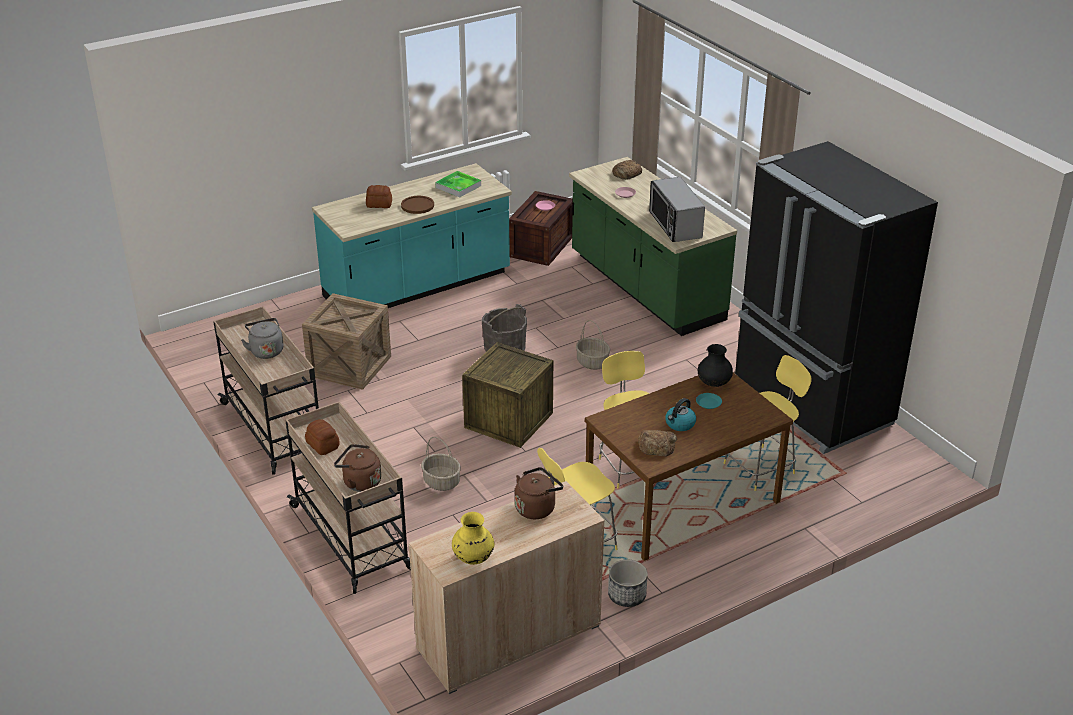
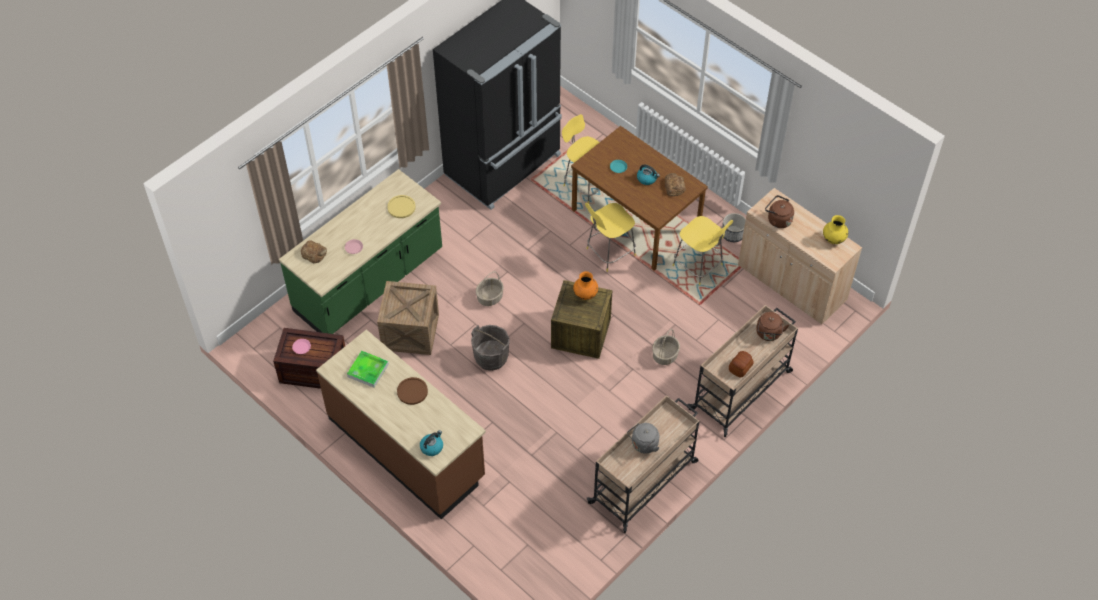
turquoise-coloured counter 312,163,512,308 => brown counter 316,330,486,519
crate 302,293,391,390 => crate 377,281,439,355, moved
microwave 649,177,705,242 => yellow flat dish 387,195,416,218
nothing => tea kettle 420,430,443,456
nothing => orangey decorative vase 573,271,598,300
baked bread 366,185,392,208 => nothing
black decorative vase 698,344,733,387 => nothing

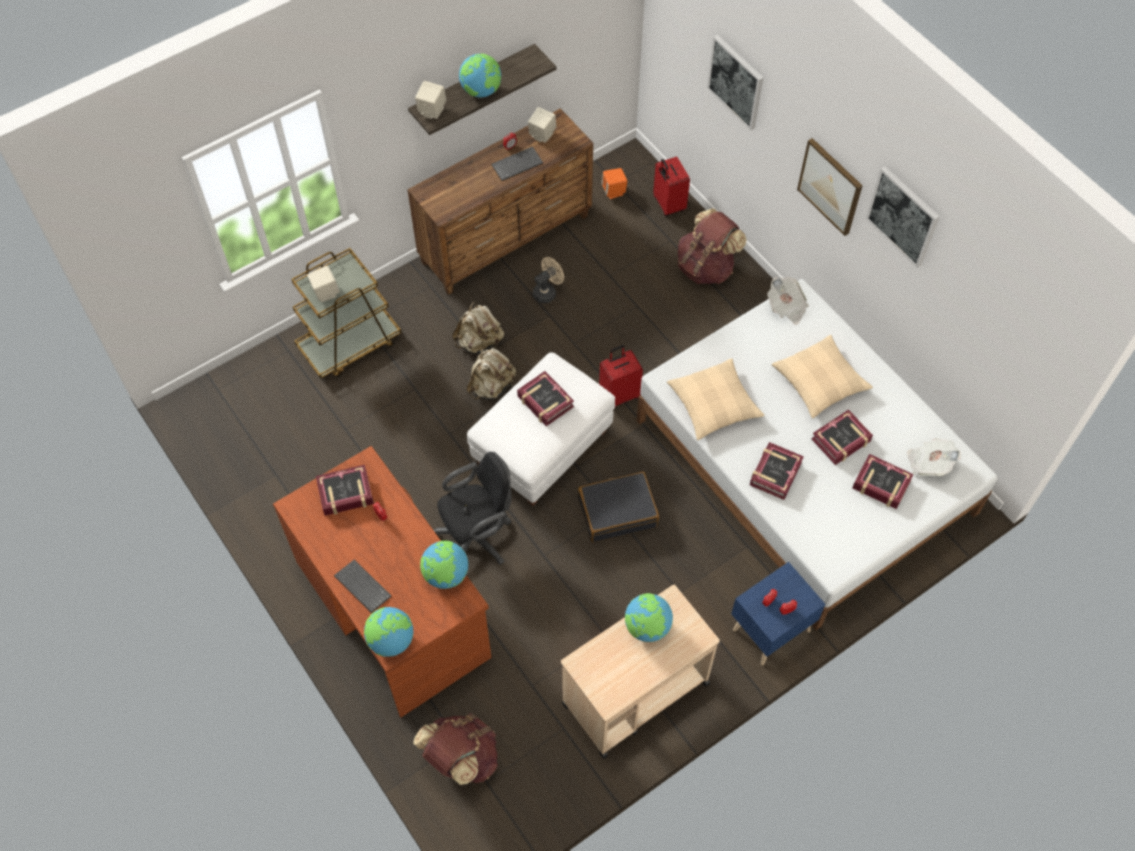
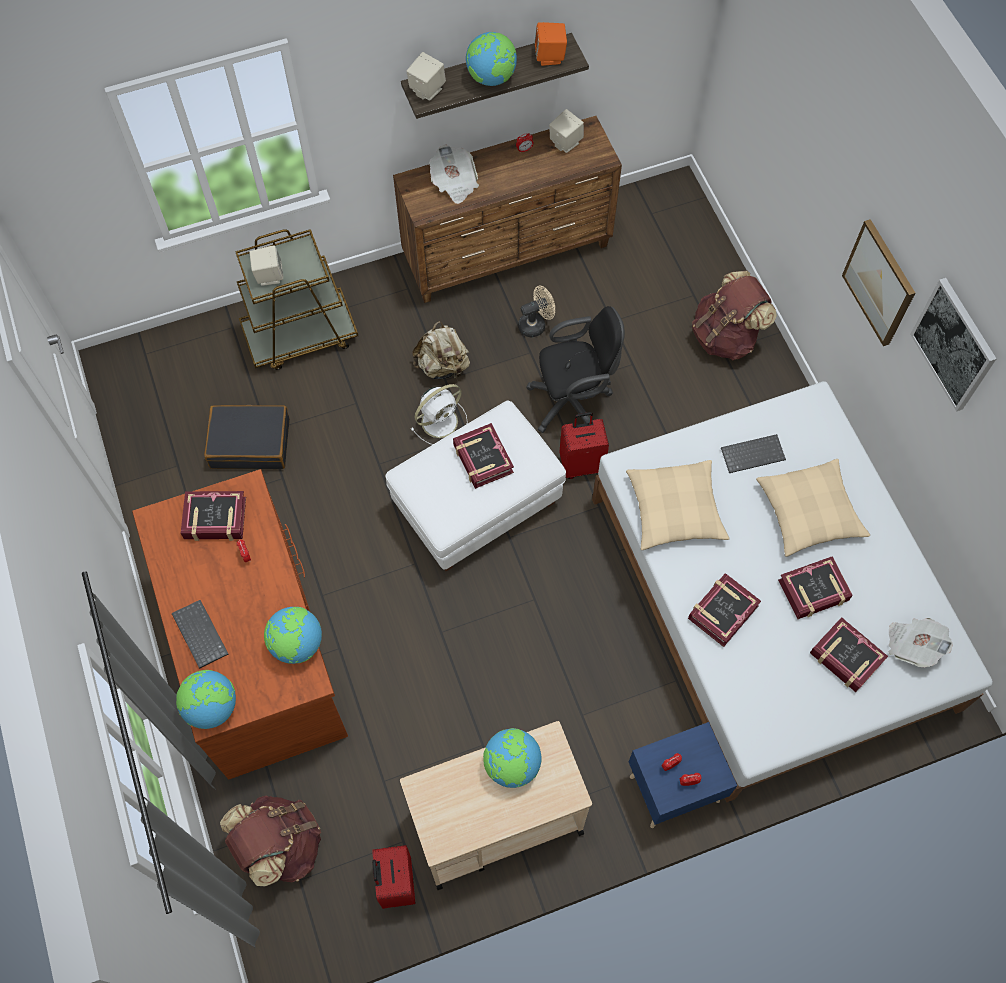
black suitcase 578,472,659,542 => black suitcase 204,405,290,469, moved
red suitcase 653,157,690,216 => red suitcase 372,845,415,909, moved
beige knapsack 467,348,516,400 => white cooling fan 411,384,468,445
daily paper 767,277,809,324 => daily paper 429,145,479,204, moved
black computer chair 433,452,512,565 => black computer chair 526,306,625,433, moved
orangey loudspeaker 601,168,627,199 => orangey loudspeaker 534,22,567,66, moved
PC keyboard 491,146,543,181 => PC keyboard 721,434,786,473, moved
picture 707,35,763,131 => nothing

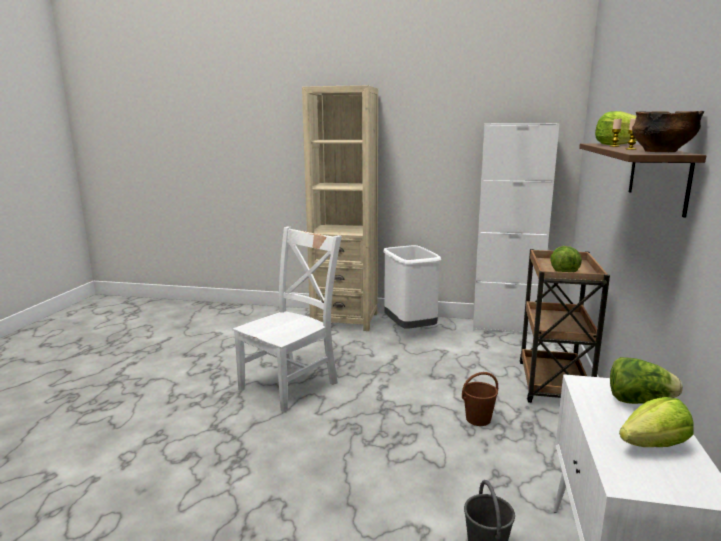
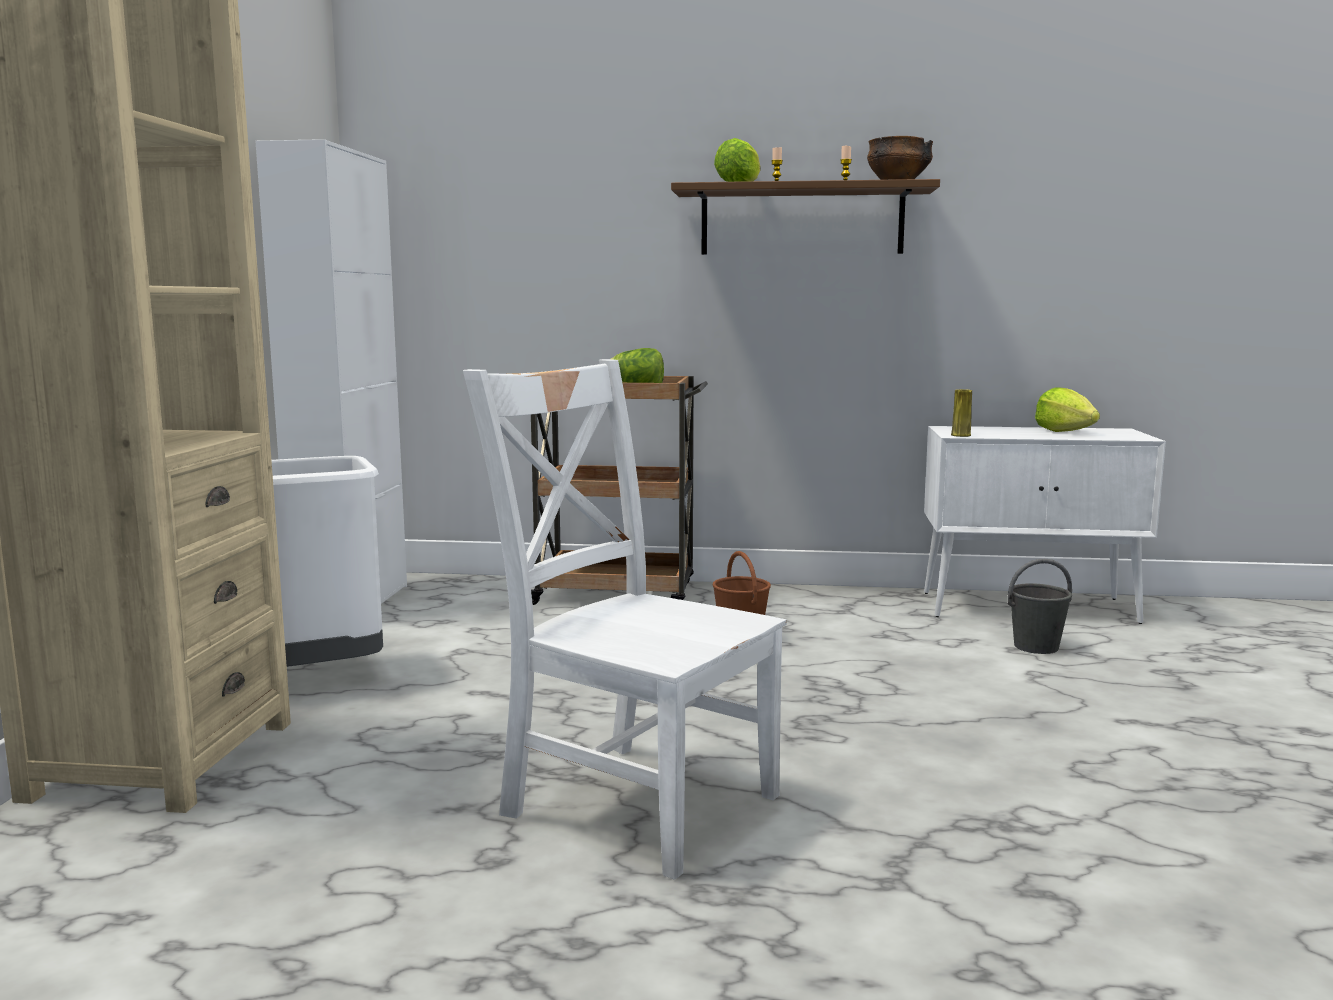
nothing => yellow decorative vase 951,389,972,437
lettuce 610,357,683,404 => nothing

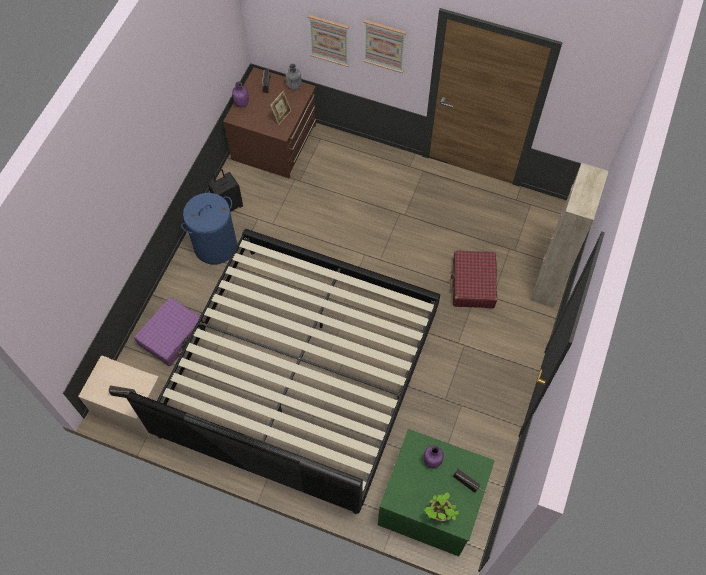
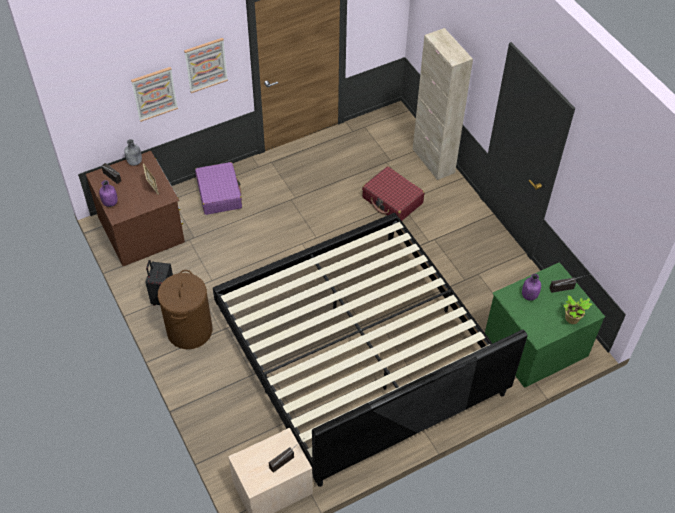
bluish hamper 181,193,237,265 => brown hamper 158,270,212,349
purple suitcase 134,297,200,366 => purple suitcase 195,162,242,215, moved

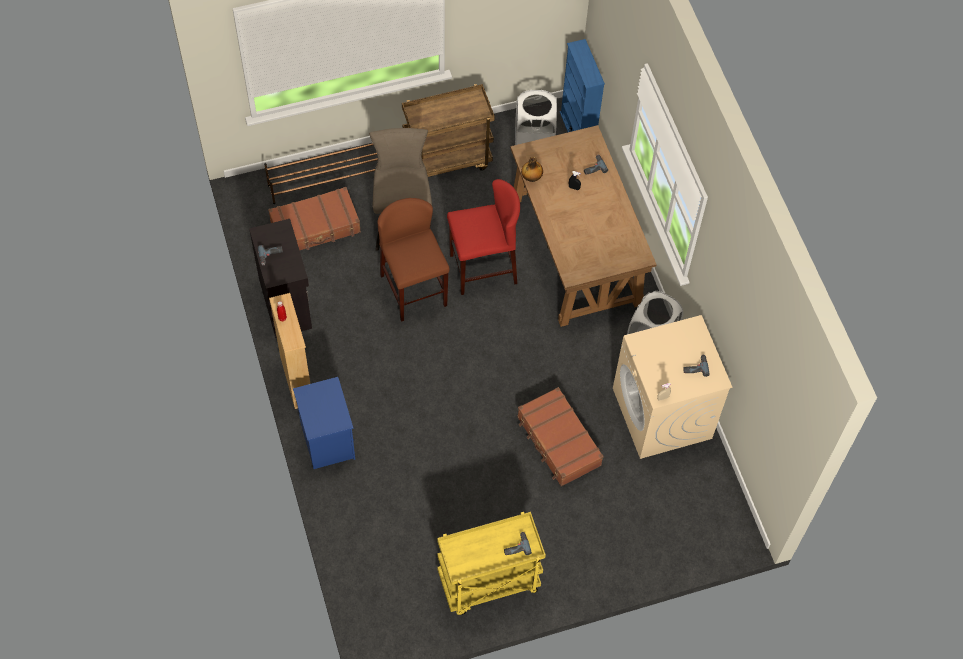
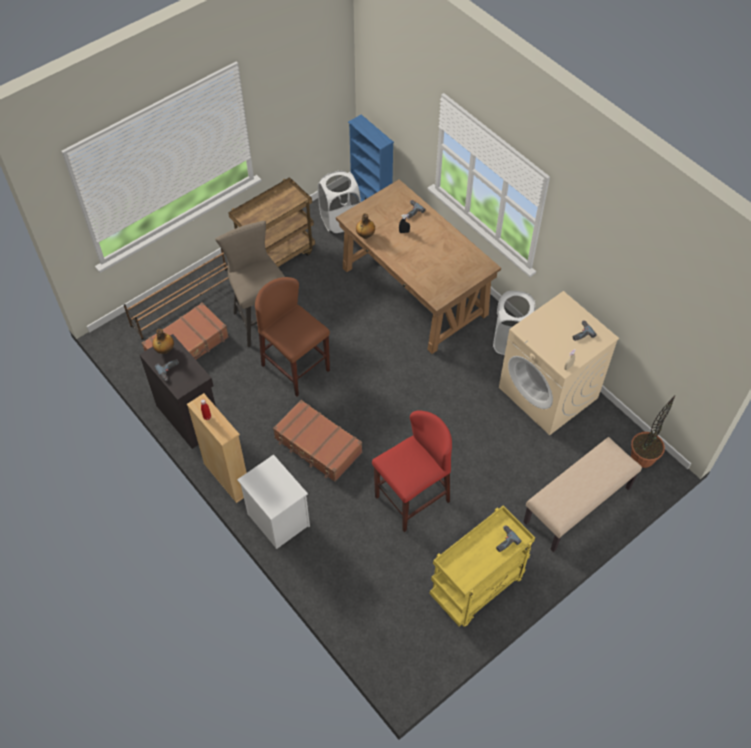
nothing => drink bottle 152,329,174,354
bluish night table 293,377,355,469 => white night table 237,455,310,549
brown suitcase 517,387,604,486 => brown suitcase 273,400,362,482, moved
red stool 447,179,520,295 => red stool 372,410,452,532, moved
nothing => beige long seat 523,437,642,552
nothing => plant in a pot 631,395,675,468

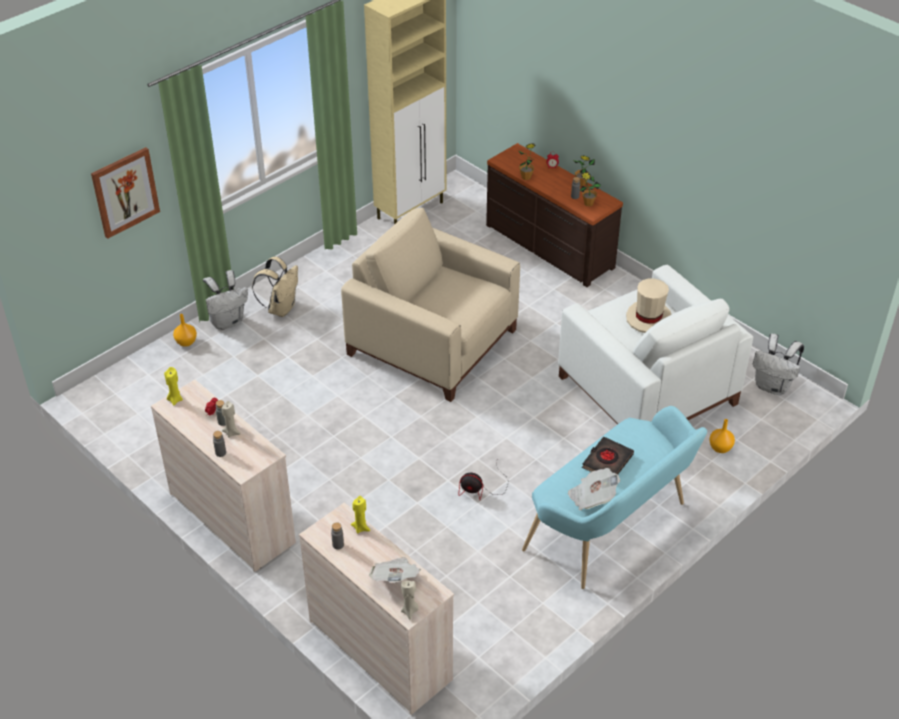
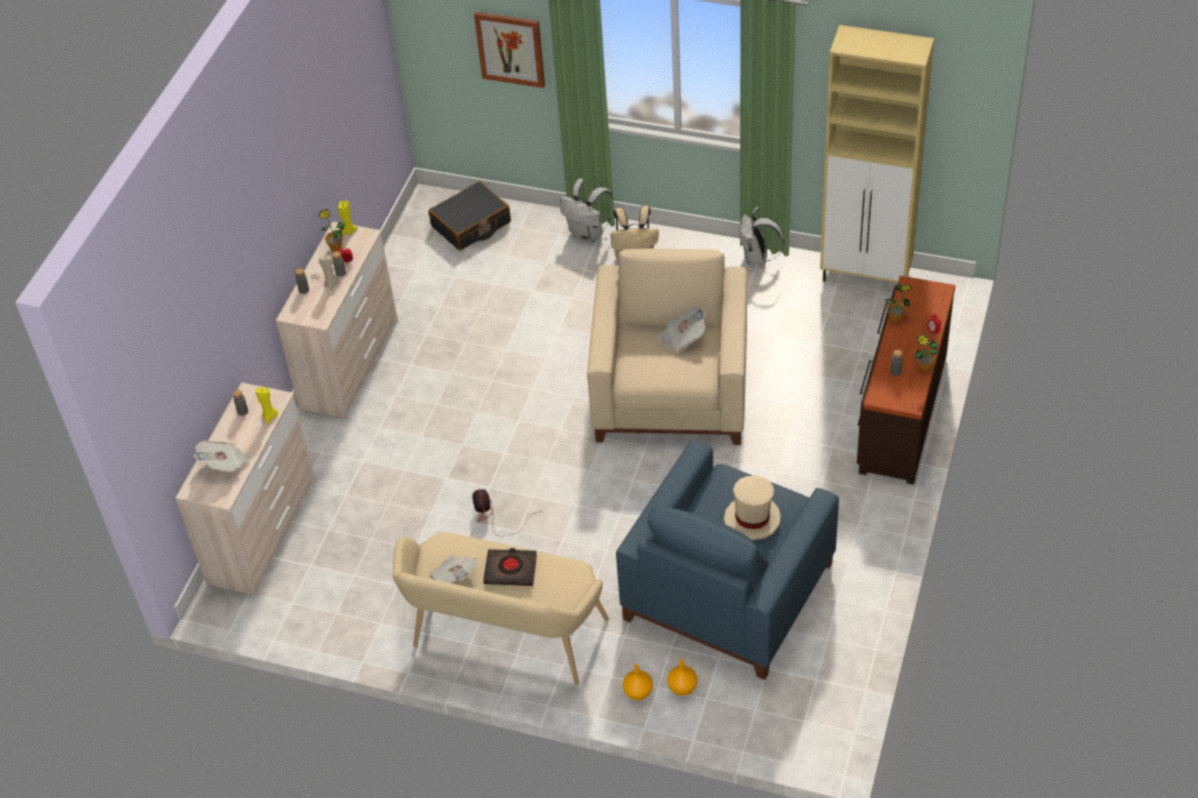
plant in a pot 580,172,601,206 => plant in a pot 319,209,345,252, moved
turquoise-coloured long seat 522,406,707,589 => beige long seat 393,532,609,685
nothing => black suitcase 428,181,511,251
white lounge chair 558,265,753,424 => bluish lounge chair 616,440,839,680
orangey decorative vase 173,314,197,347 => orangey decorative vase 623,664,653,700, moved
nothing => daily paper 658,307,706,352
white knapsack 753,334,804,395 => white knapsack 739,207,785,264, moved
beige wax light 401,581,418,619 => nothing

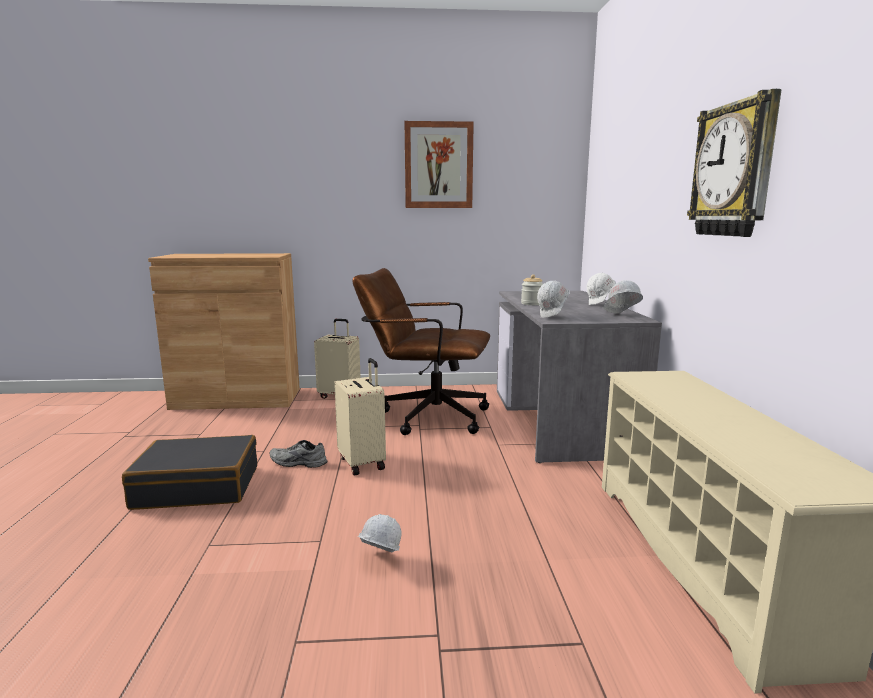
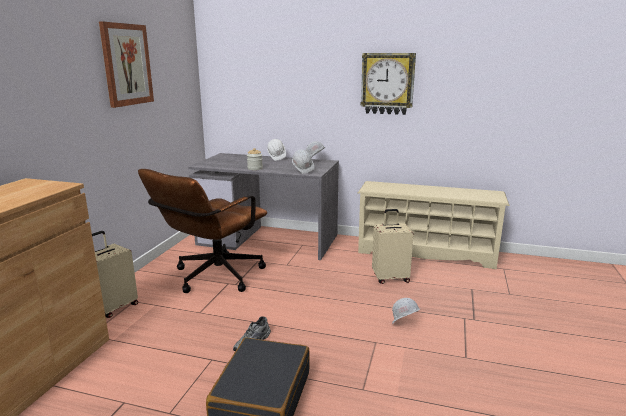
beige suitcase 334,358,386,475 => beige suitcase 372,209,414,284, moved

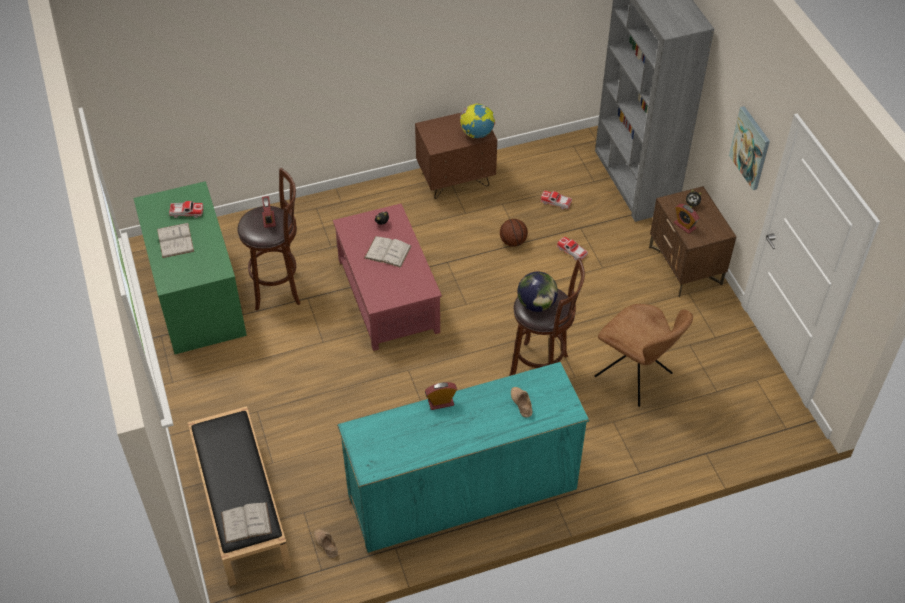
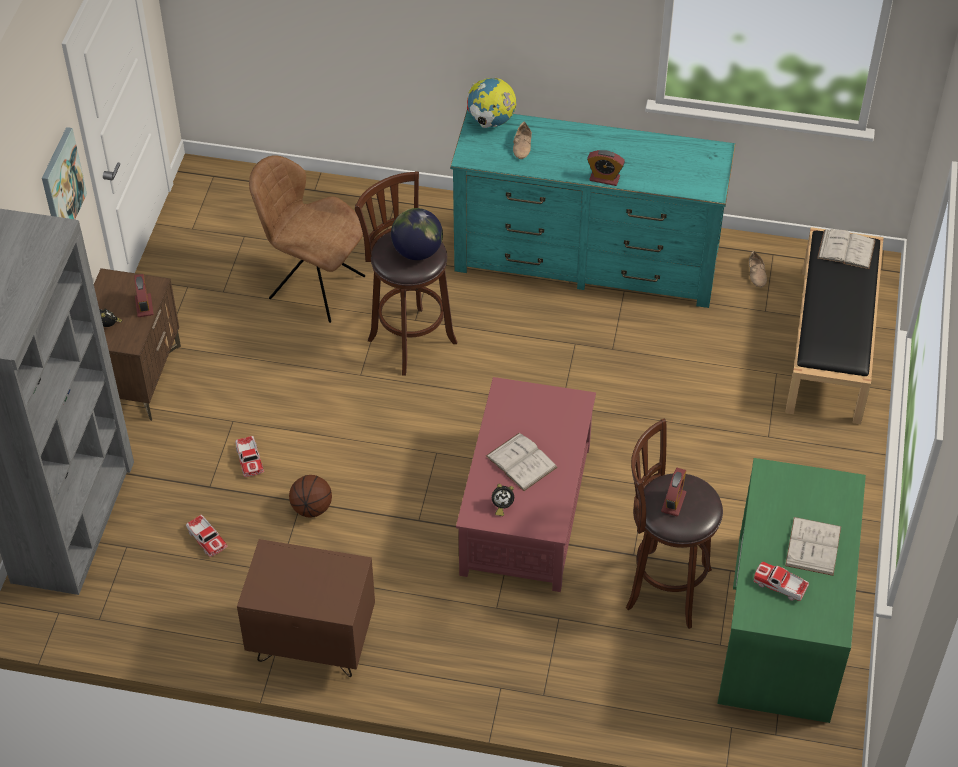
brown upright chair 595,304,693,407 => brown upright chair 249,155,365,323, 45 degrees counterclockwise
desk globe 460,103,495,138 => desk globe 467,78,516,128, moved

